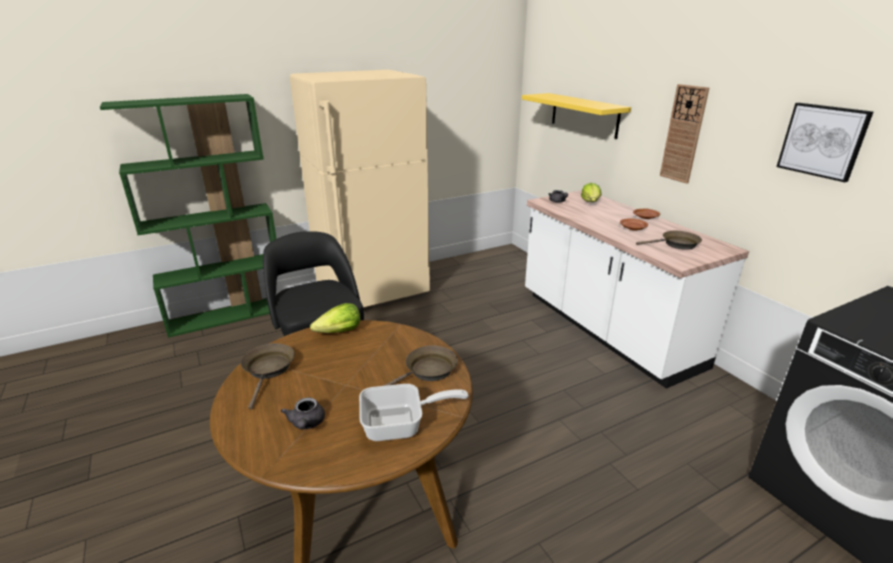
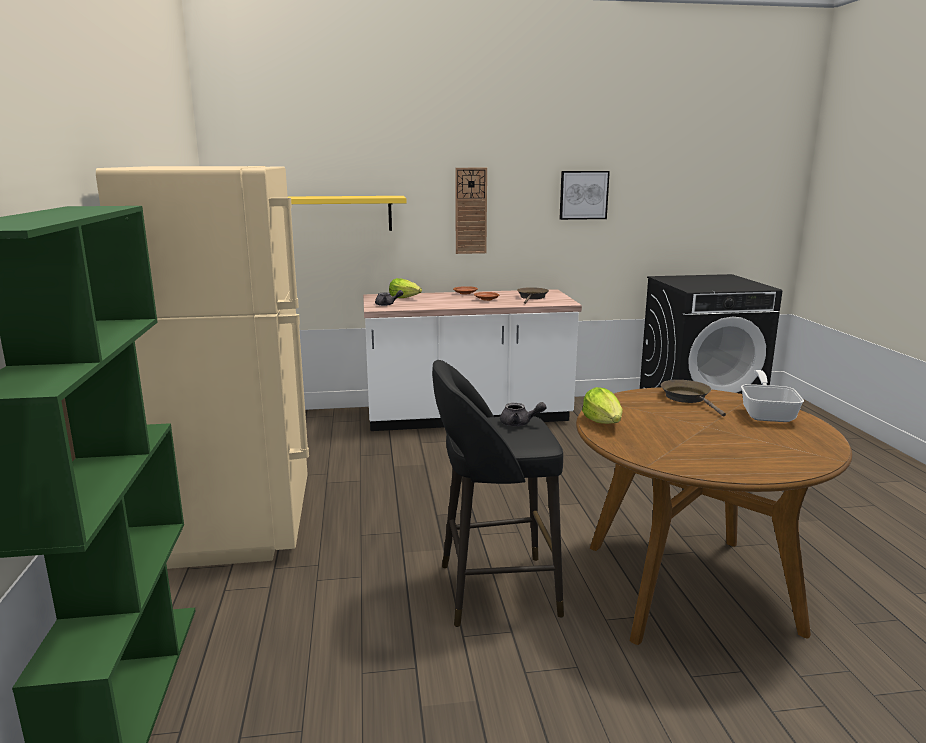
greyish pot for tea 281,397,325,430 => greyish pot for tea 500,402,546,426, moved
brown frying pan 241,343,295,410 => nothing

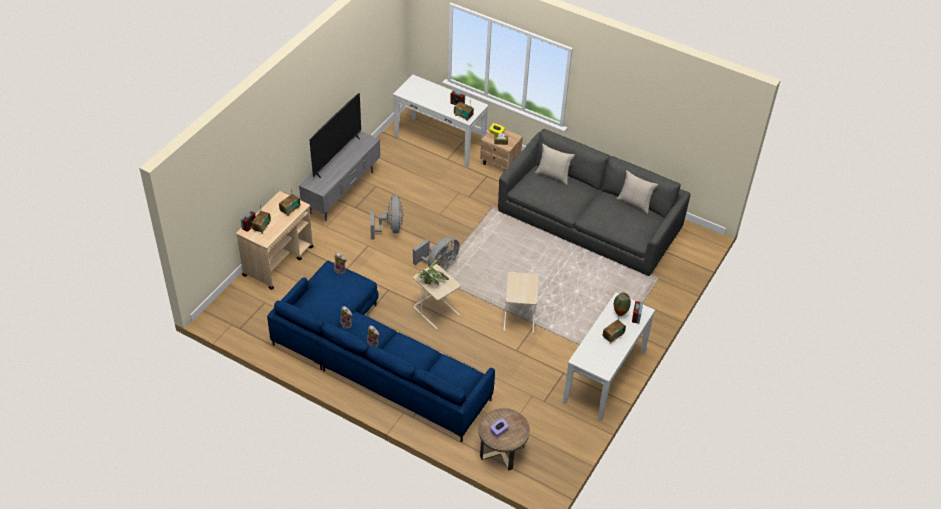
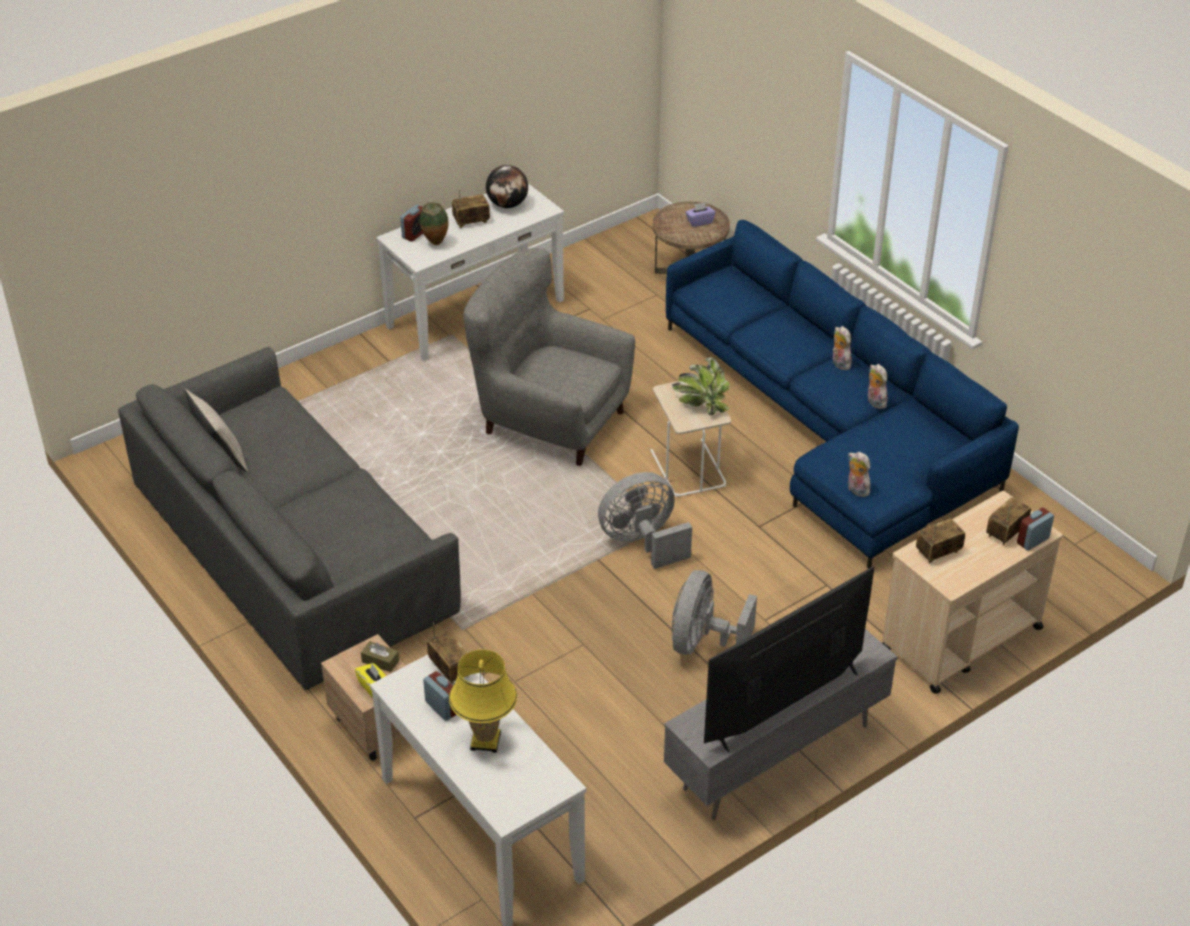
nothing => yellow table lamp 449,649,517,753
beige accent table 504,272,539,334 => greyish lounge chair 463,248,635,466
nothing => desk globe 486,165,528,208
beige cushion 535,144,575,185 => nothing

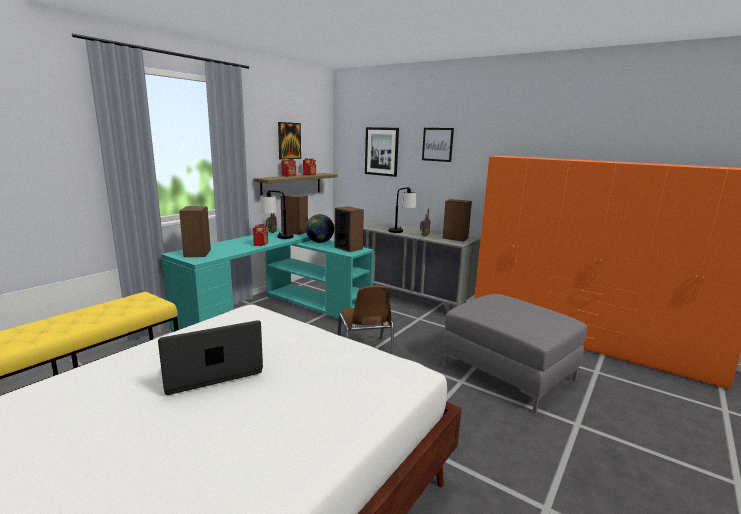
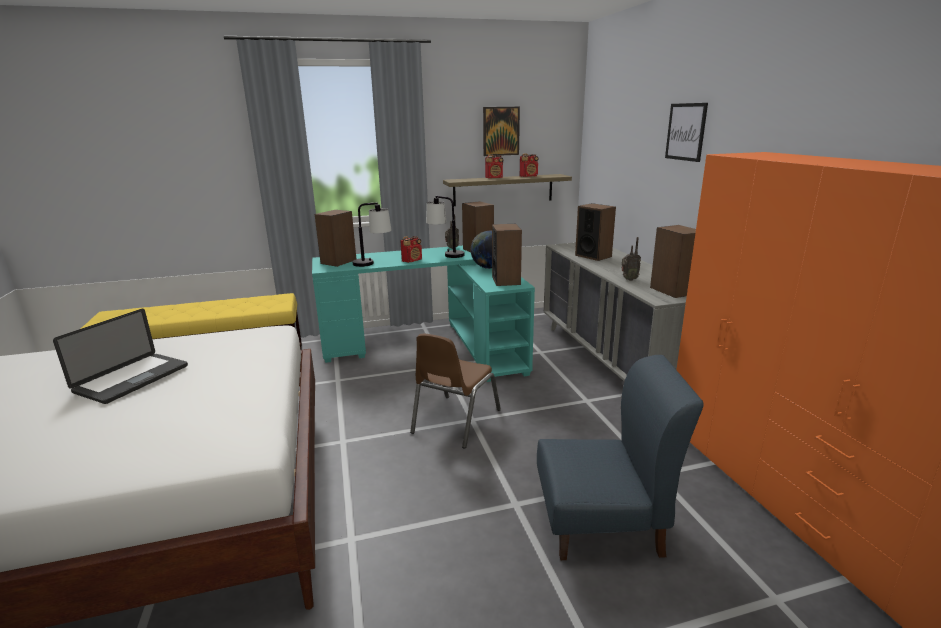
portable computer 158,320,263,395 => portable computer 53,309,188,404, 105 degrees clockwise
table lamp 388,187,416,233 => table lamp 353,202,392,267, moved
greyish footrest 443,294,587,414 => bluish upright chair 537,355,704,560
nothing => loudspeaker 575,203,616,261
picture 365,127,399,177 => nothing

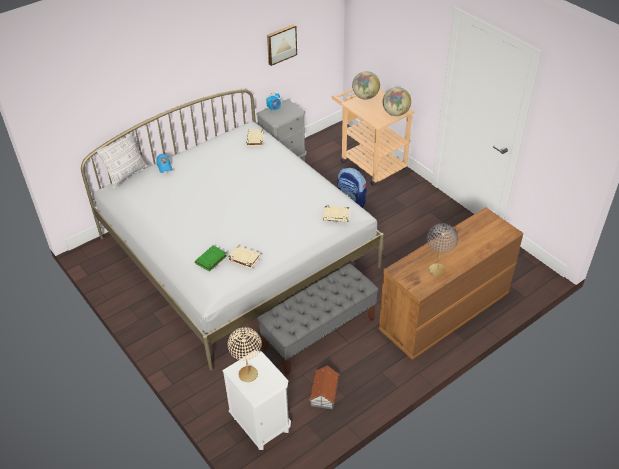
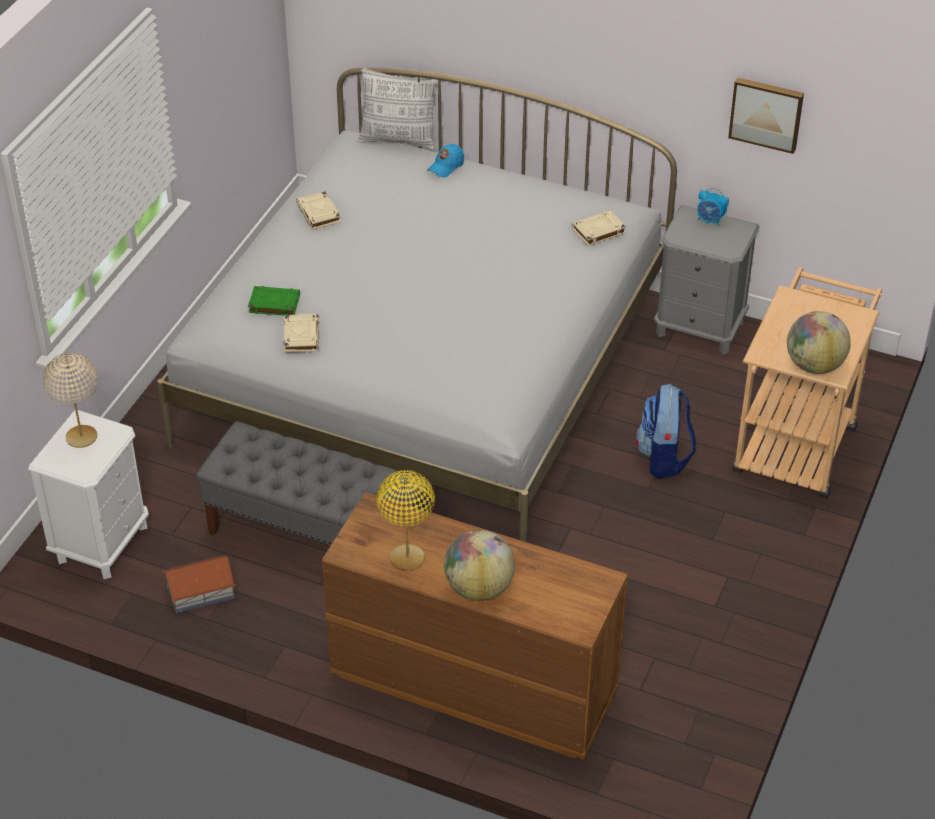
beige bound book 323,206,350,222 => beige bound book 296,191,341,230, moved
greyish table lamp 427,223,458,277 => yellow table lamp 376,470,435,571
desk globe 352,71,380,100 => desk globe 444,530,515,601, moved

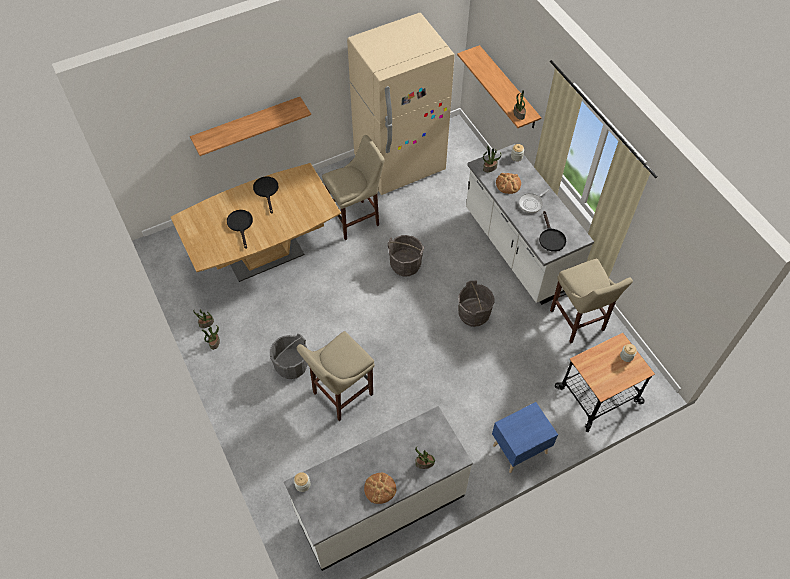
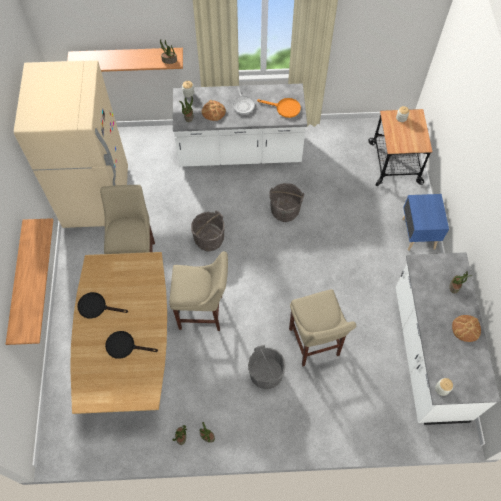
beige stool 550,259,633,344 => beige stool 169,251,228,331, moved
black frying pan 539,211,566,251 => orangey frying pan 257,98,301,118

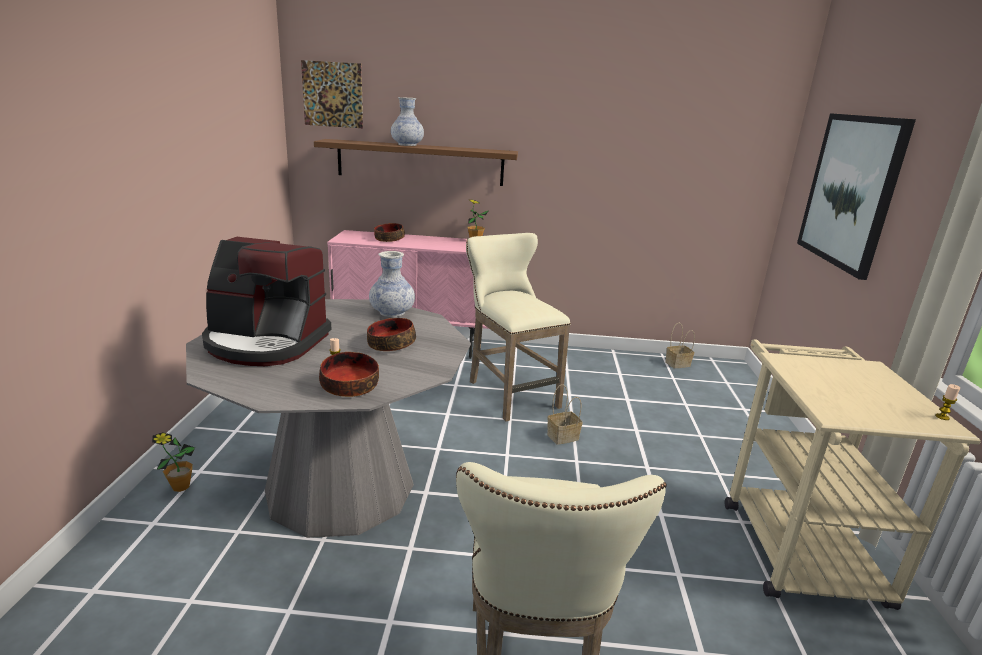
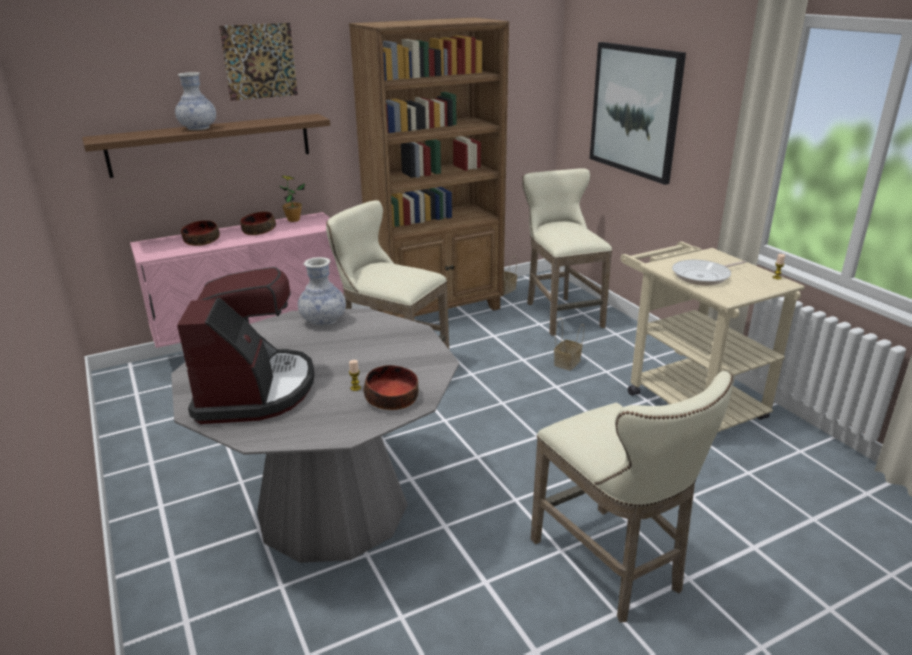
coffee machine 202,237,332,366 => coffee machine 177,267,315,424, 75 degrees counterclockwise
picture 301,60,363,128 => picture 219,23,298,101, moved
deep dish 367,318,416,351 => deep dish 240,212,276,235, moved
nothing => brown bookcase 349,17,509,318
nothing => beige stool 522,168,612,336
household basket 547,384,582,445 => household basket 554,318,584,371, moved
nothing => frying pan 672,260,746,285
plant in a pot 152,432,195,492 => nothing

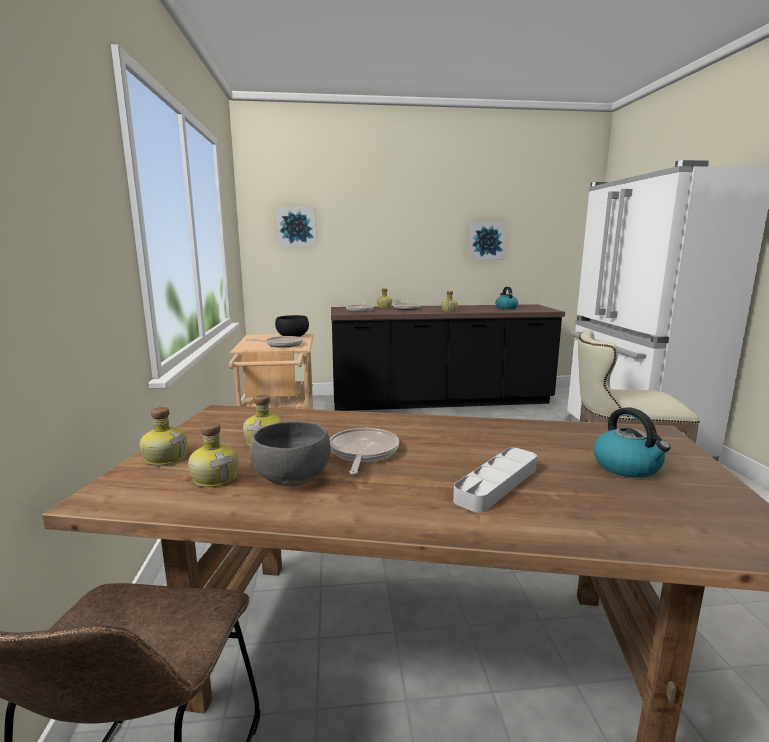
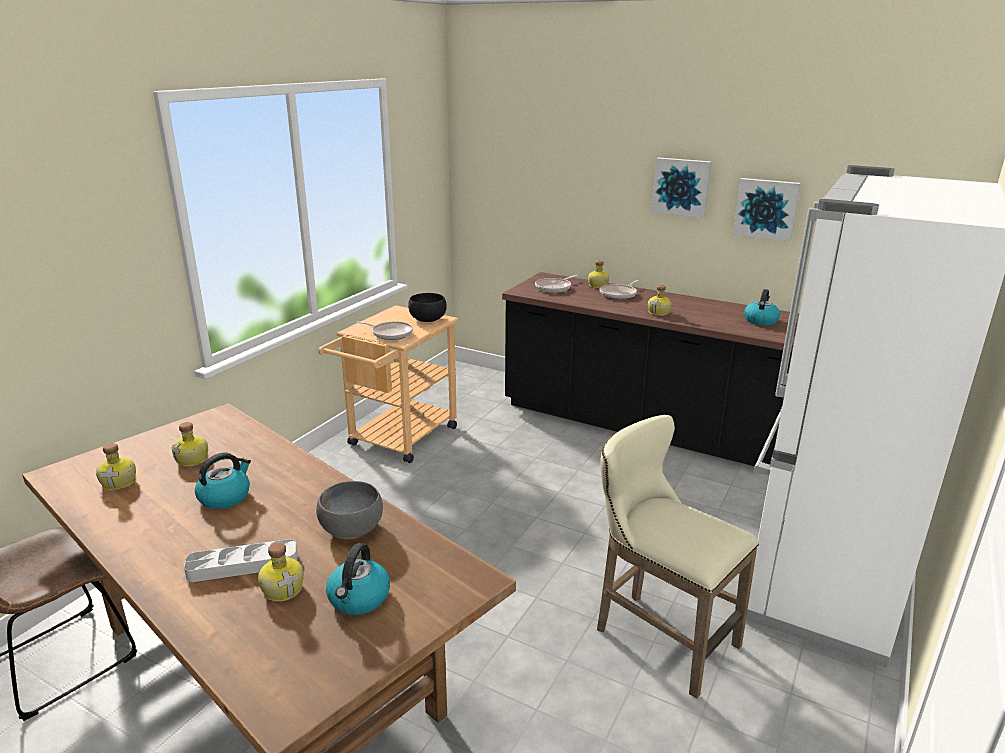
frying pan 329,428,399,475 => tea kettle 195,453,251,509
drink bottle 139,407,187,466 => drink bottle 258,542,304,602, moved
greyish deep dish 249,421,331,486 => greyish deep dish 316,481,383,539, moved
picture 277,207,317,247 => picture 651,157,712,218, moved

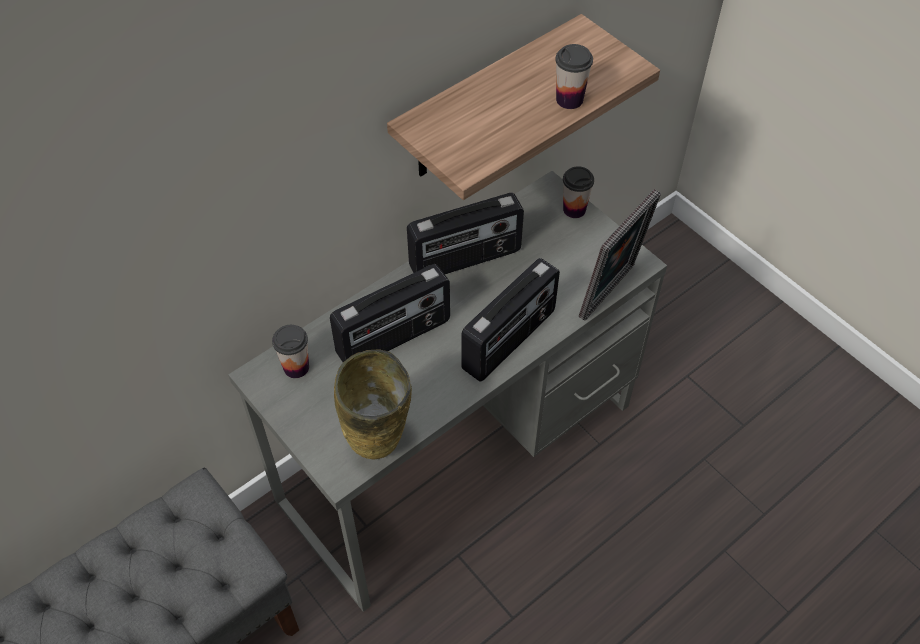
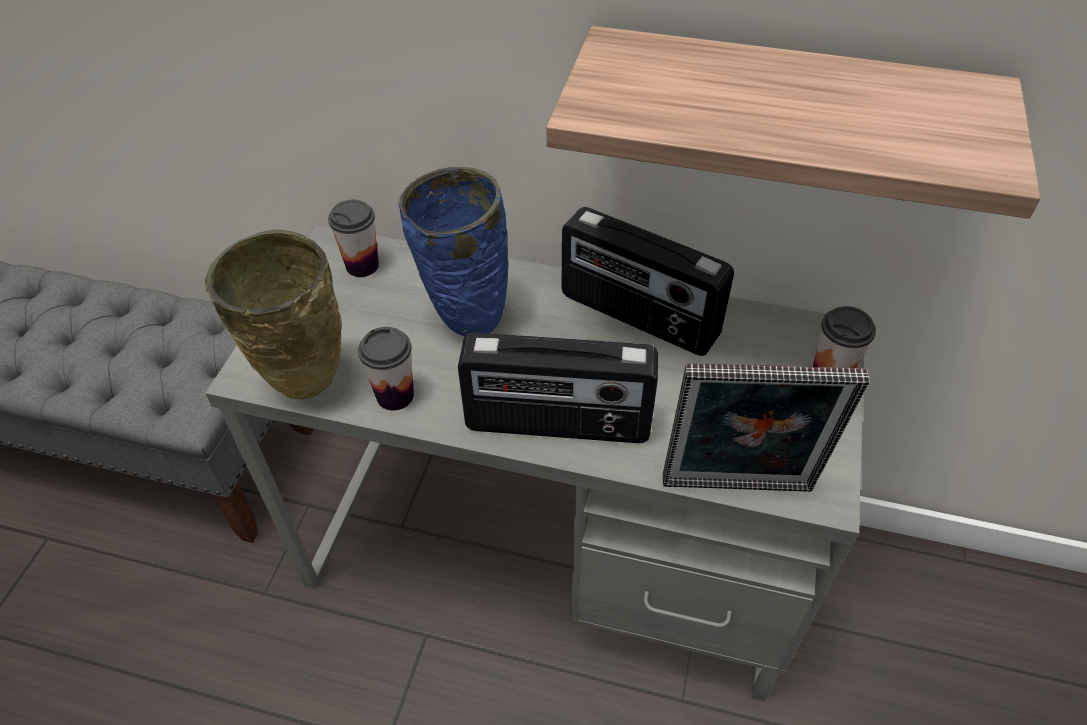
drinking cup 555,44,593,109 => drinking cup 358,327,414,411, moved
radio receiver 330,264,450,362 => bluish decorative vase 398,167,509,336

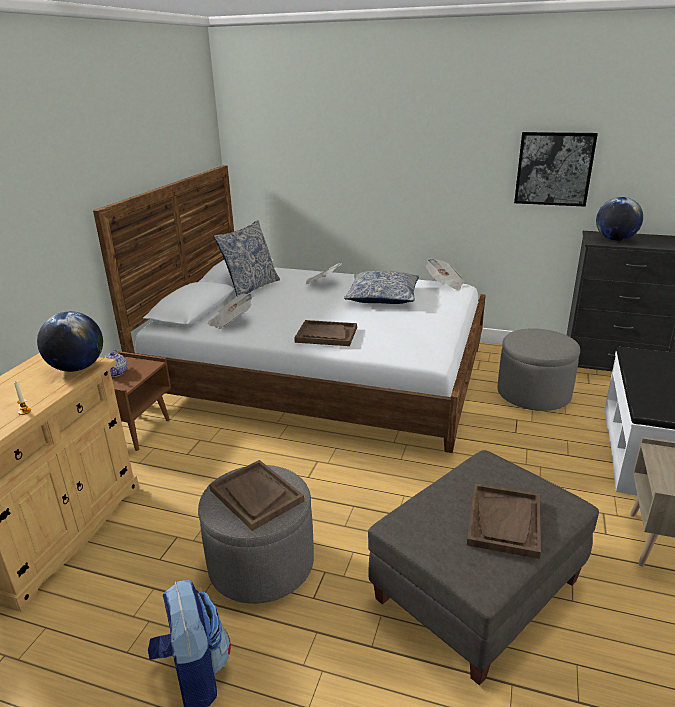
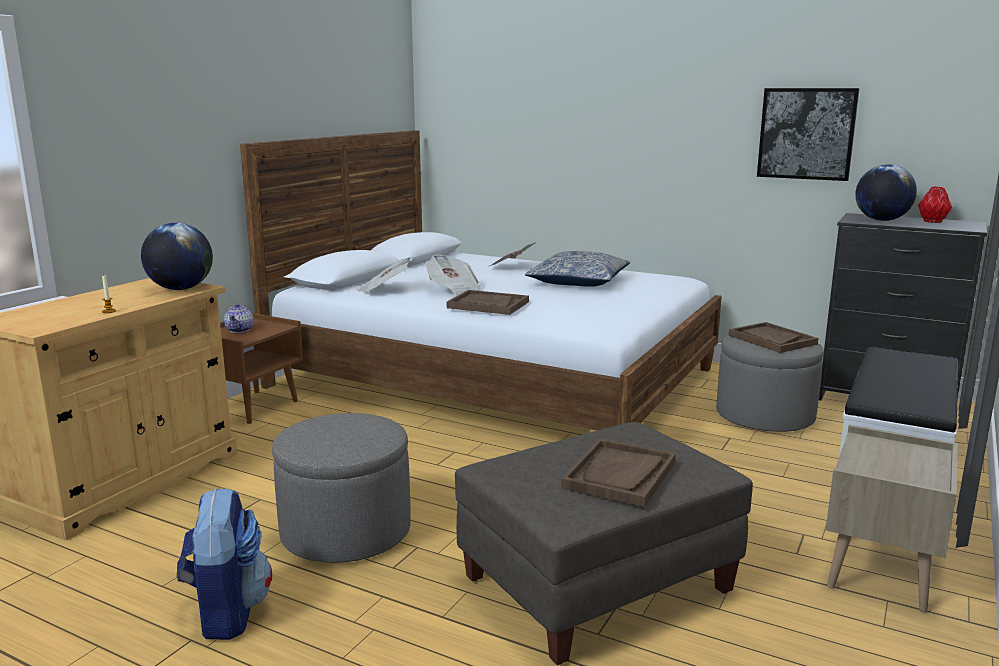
daily paper 426,258,464,290 => daily paper 425,254,481,295, moved
brown carrying tray 209,460,304,531 => brown carrying tray 729,322,818,353, moved
nothing => red decorative vase 918,186,952,223
cushion 214,220,280,297 => nothing

